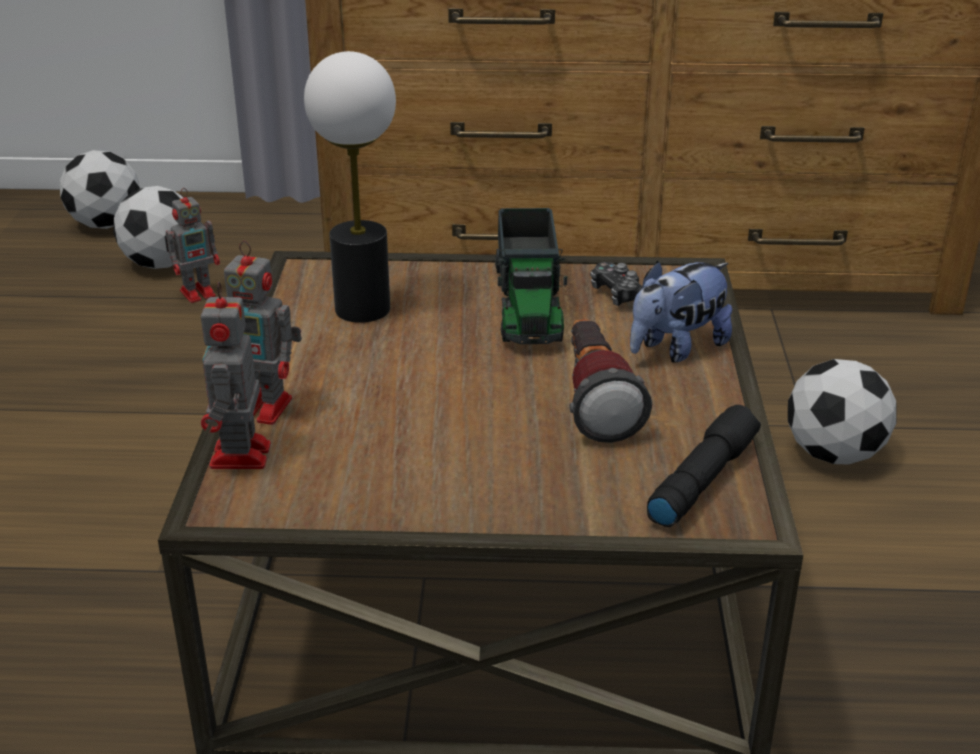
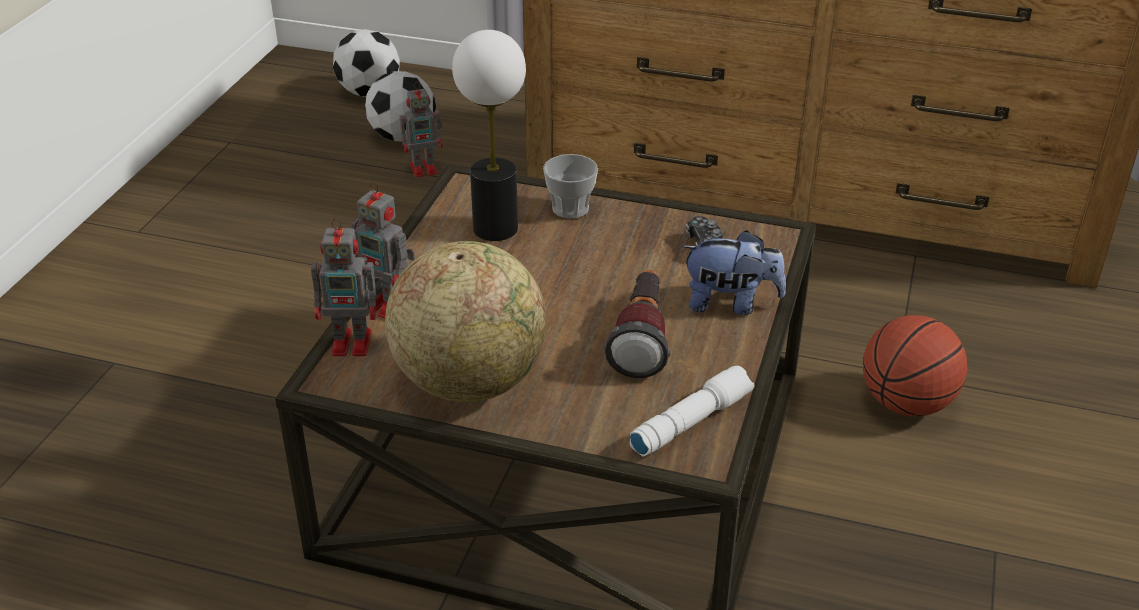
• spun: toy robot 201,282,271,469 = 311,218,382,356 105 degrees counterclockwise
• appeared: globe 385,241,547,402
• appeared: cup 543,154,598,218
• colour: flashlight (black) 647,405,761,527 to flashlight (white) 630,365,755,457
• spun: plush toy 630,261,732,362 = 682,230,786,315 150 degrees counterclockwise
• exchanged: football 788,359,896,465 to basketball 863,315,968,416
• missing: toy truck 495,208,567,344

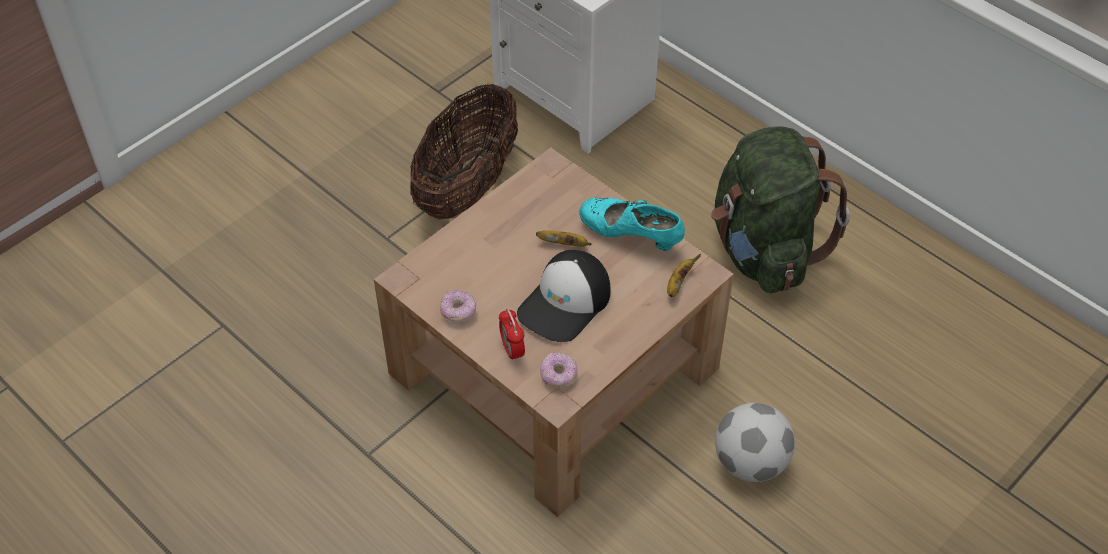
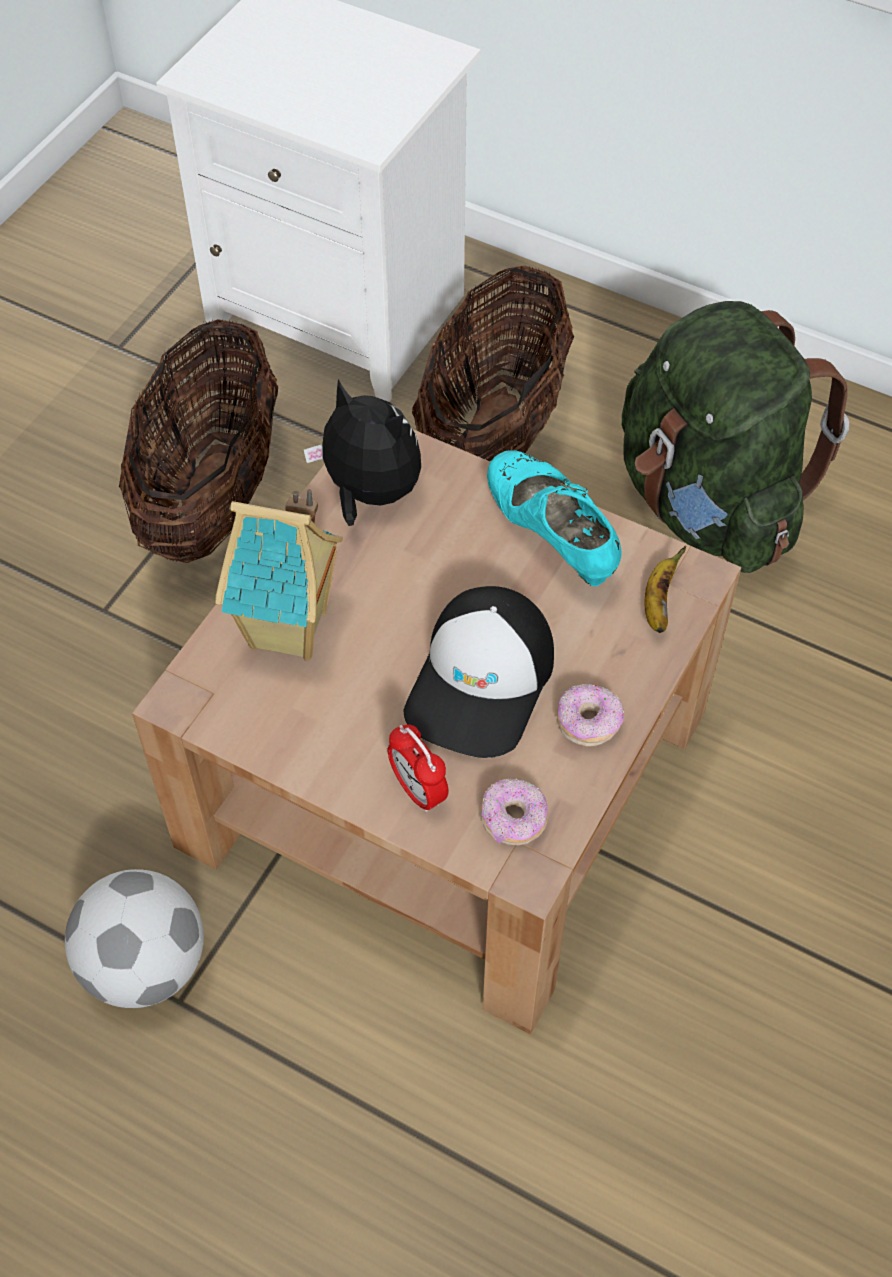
• relocated: football 715,403,795,482 to 65,869,204,1008
• appeared: toy house 215,489,343,660
• appeared: plush toy 304,380,421,526
• appeared: basket 412,265,574,462
• spun: shoe (turquoise) 579,198,685,251 = 487,450,622,586 45 degrees clockwise
• relocated: donut 440,290,476,323 to 557,684,624,747
• missing: banana 536,230,592,247

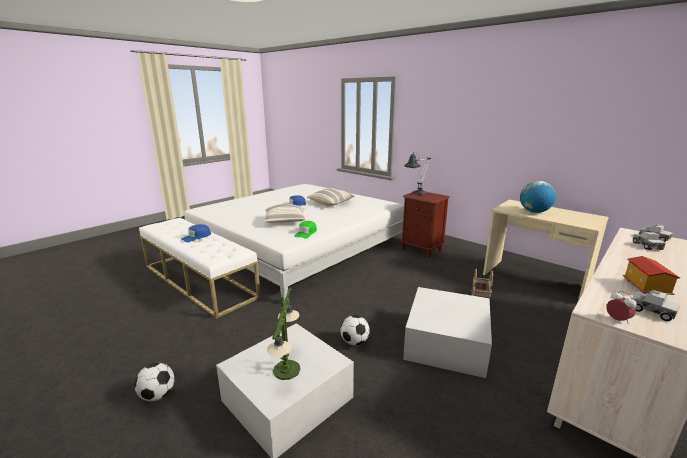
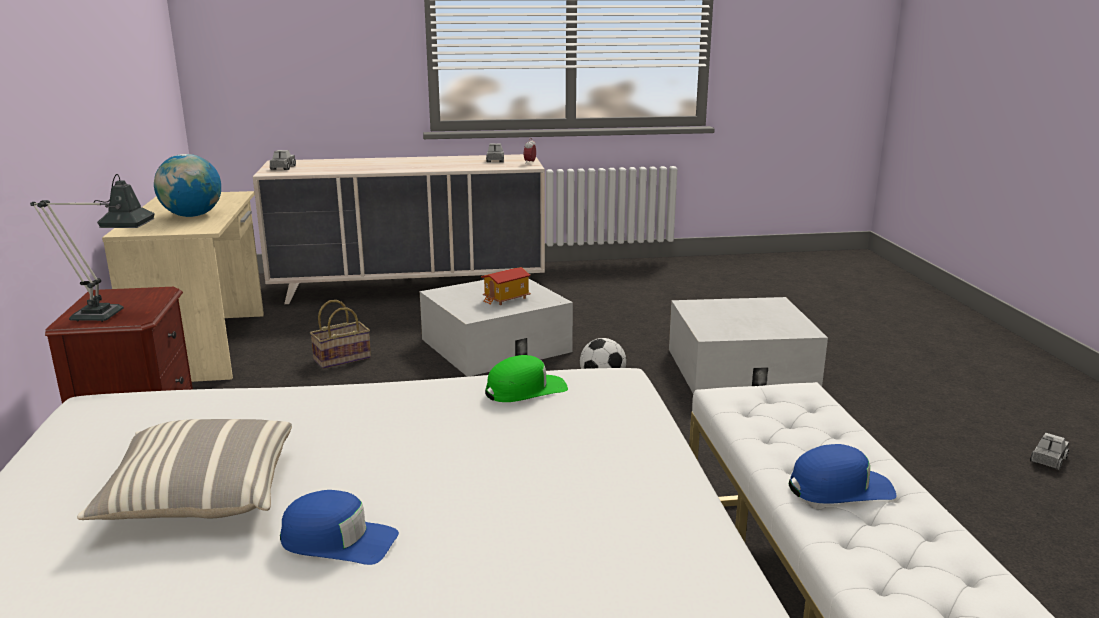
• relocated: toy house 622,256,680,297 to 481,267,531,305
• relocated: toy truck 633,232,666,250 to 1030,433,1069,470
• missing: football 135,363,175,401
• missing: pillow 264,204,306,223
• missing: table lamp 267,287,300,380

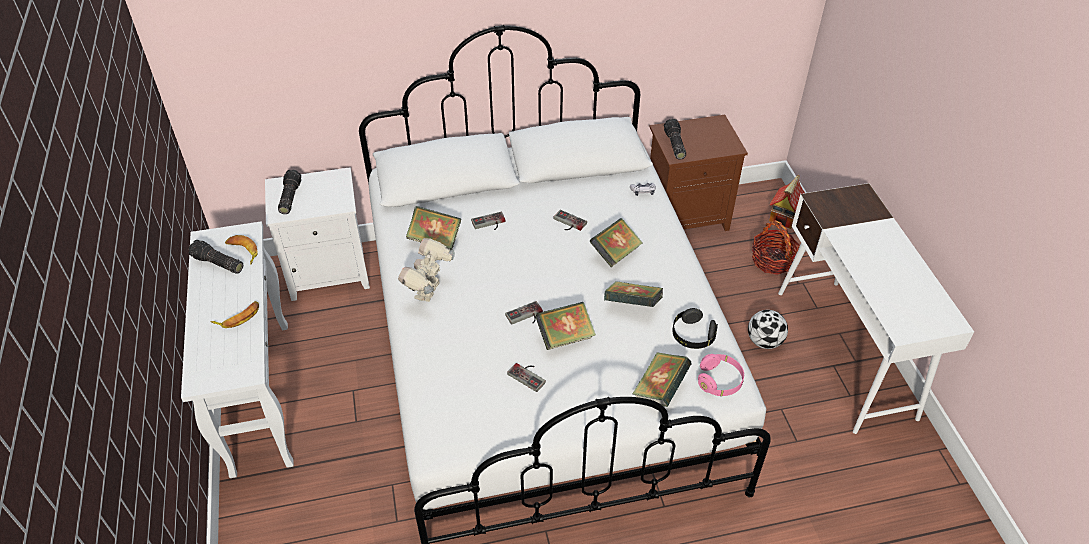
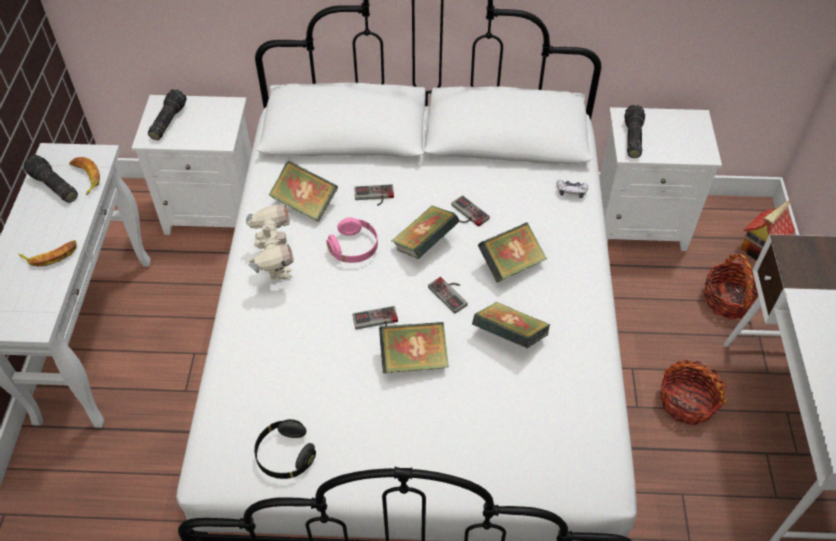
• spun: toy robot 398,238,455,302 = 246,204,294,280 135 degrees clockwise
• relocated: headphones (black) 672,308,718,349 to 254,419,316,479
• relocated: headphones (pink) 698,354,744,396 to 326,217,378,263
• relocated: book 633,353,692,407 to 392,206,460,259
• relocated: game controller 507,363,546,392 to 428,277,468,314
• colour: nightstand (brown) 649,115,748,231 to nightstand (white) 599,107,722,251
• exchanged: football 748,310,788,349 to basket 660,360,727,426

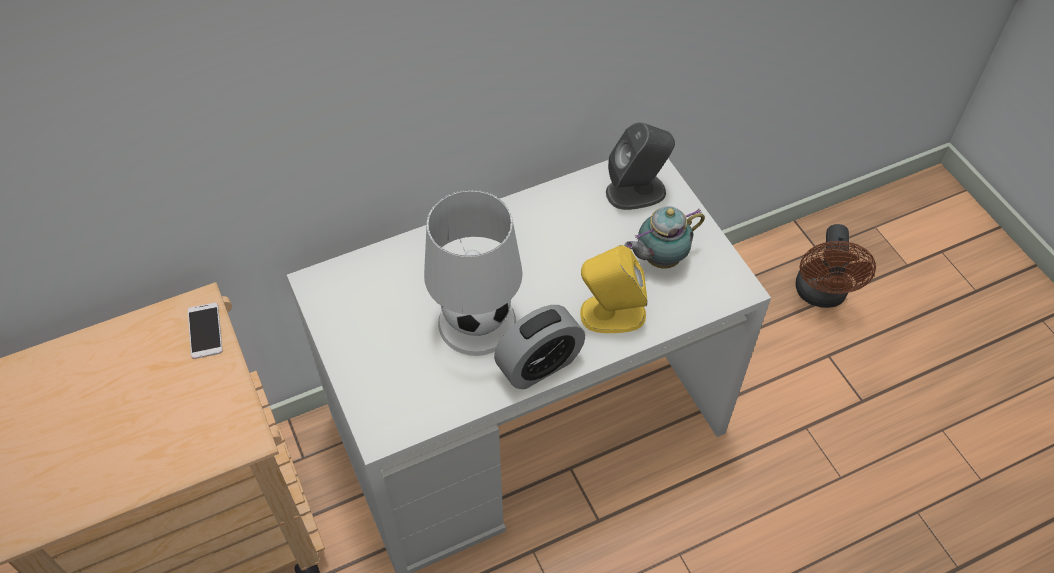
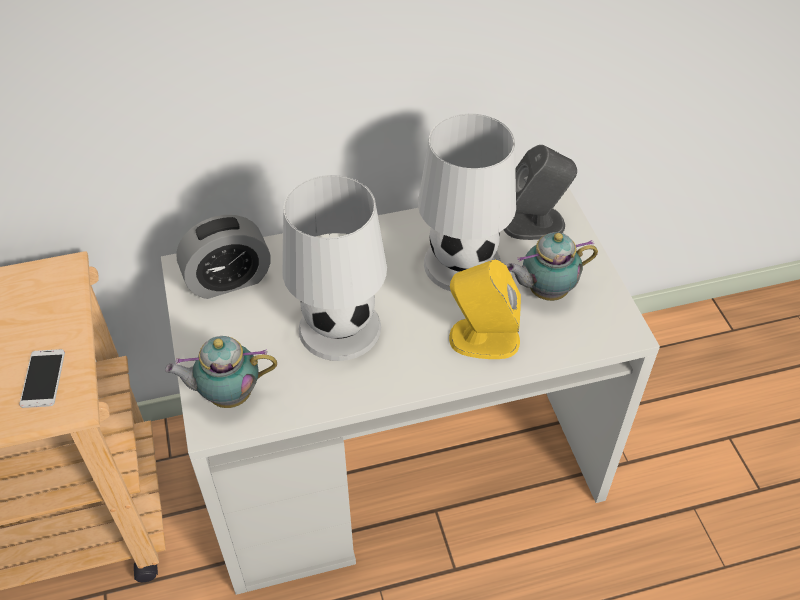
• relocated: phone 188,303,223,359 to 19,349,65,408
• appeared: teapot 165,336,277,408
• relocated: alarm clock 494,305,585,389 to 176,215,271,299
• appeared: table lamp (white) 418,114,516,291
• missing: fan (brown) 796,224,876,308

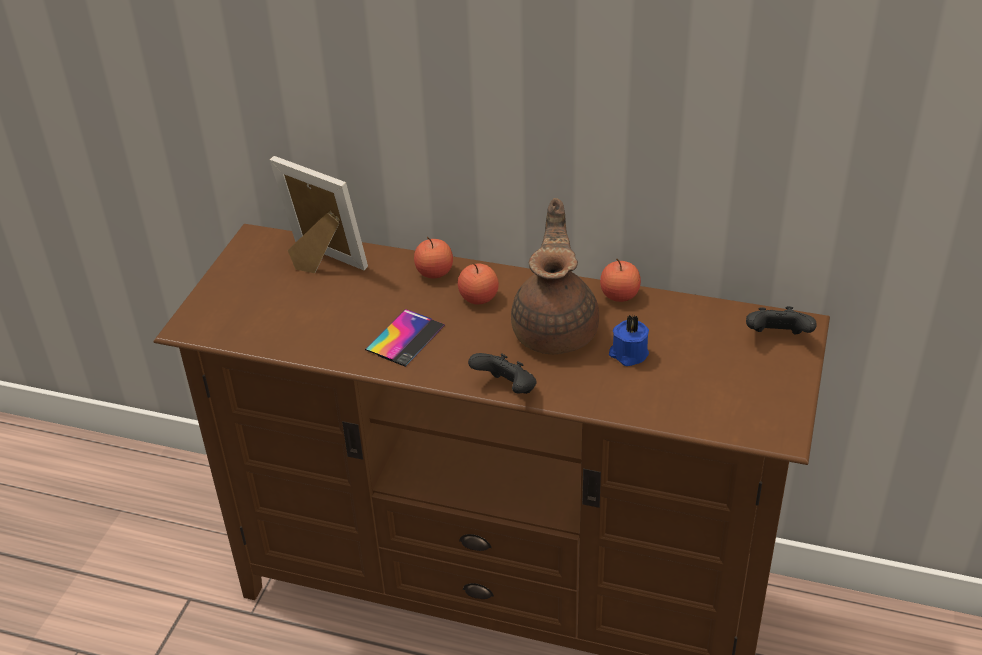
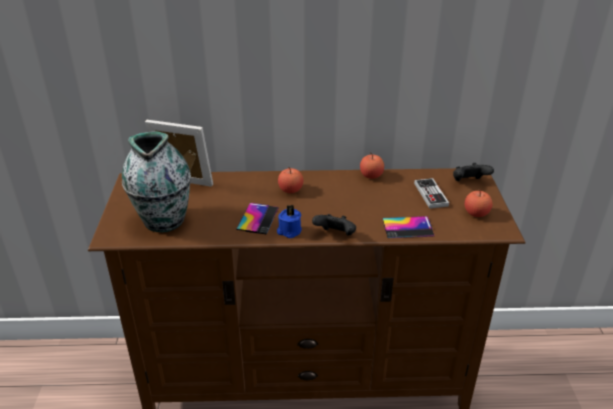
• appeared: vase 122,131,191,232
• relocated: candle (blue) 609,315,649,366 to 277,205,302,238
• appeared: phone 382,216,434,238
• appeared: game controller 414,178,449,209
• relocated: apple 414,237,453,278 to 465,190,492,217
• missing: teapot (brown) 511,198,599,354

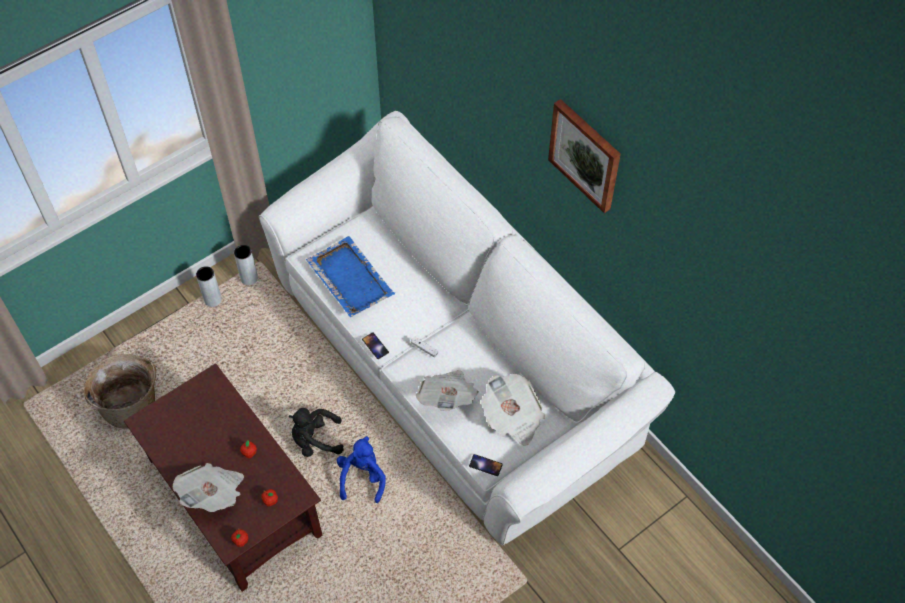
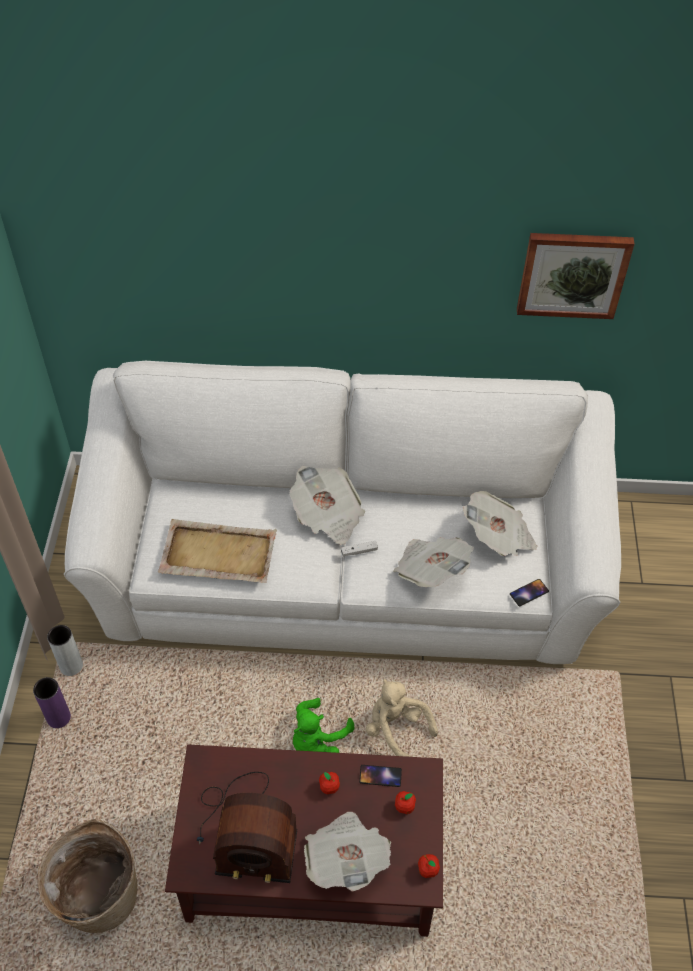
• colour: vase (grey) 196,266,222,307 to vase (purple) 33,677,71,728
• colour: tray (blue) 306,236,395,317 to tray (beige) 158,519,277,583
• appeared: radio 197,772,297,883
• appeared: newspaper 289,466,365,545
• colour: plush toy (black) 289,408,344,457 to plush toy (green) 293,698,354,753
• relocated: phone 362,332,389,359 to 359,765,402,787
• colour: plush toy (blue) 337,436,386,503 to plush toy (beige) 366,679,438,757
• relocated: picture 548,99,621,213 to 517,233,635,319

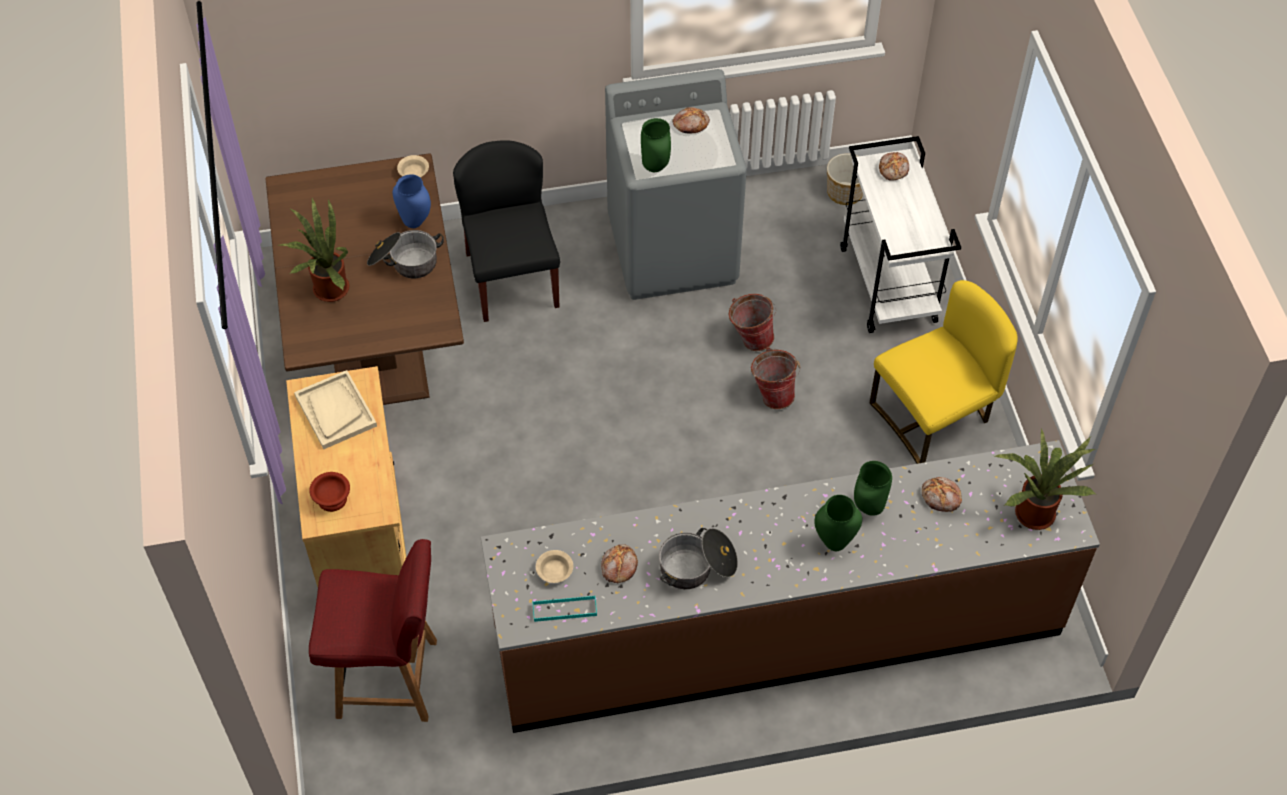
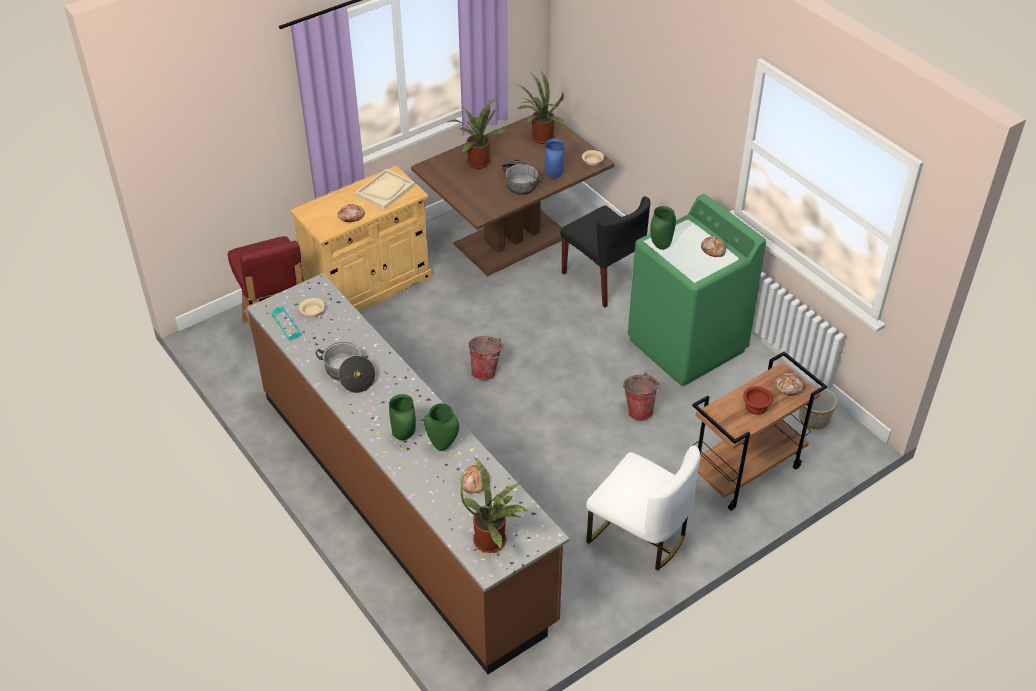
• relocated: bread 601,544,638,583 to 338,204,365,222
• relocated: bucket 751,348,801,409 to 469,336,504,380
• appeared: potted plant 516,70,564,144
• spun: chair (black) 453,140,560,322 = 560,197,650,308 90 degrees clockwise
• colour: chair (yellow) 870,280,1018,464 to chair (white) 586,445,700,571
• colour: washing machine (grey) 605,69,747,300 to washing machine (green) 628,194,766,386
• colour: cart (white) 840,136,961,333 to cart (brown) 692,351,827,511
• relocated: bowl (brown) 309,472,350,512 to 743,386,773,415

